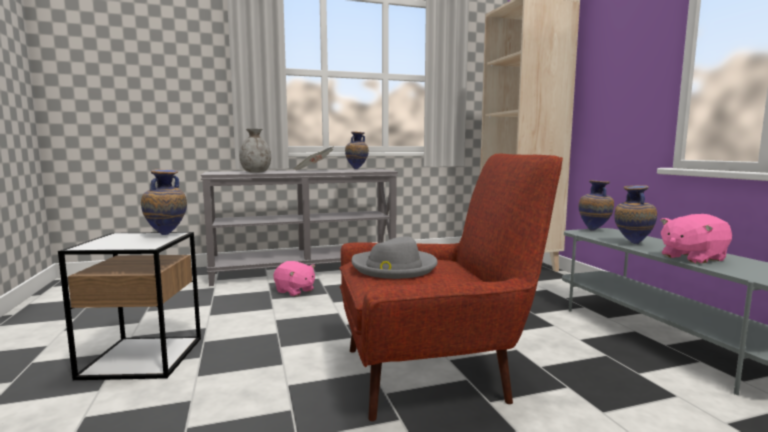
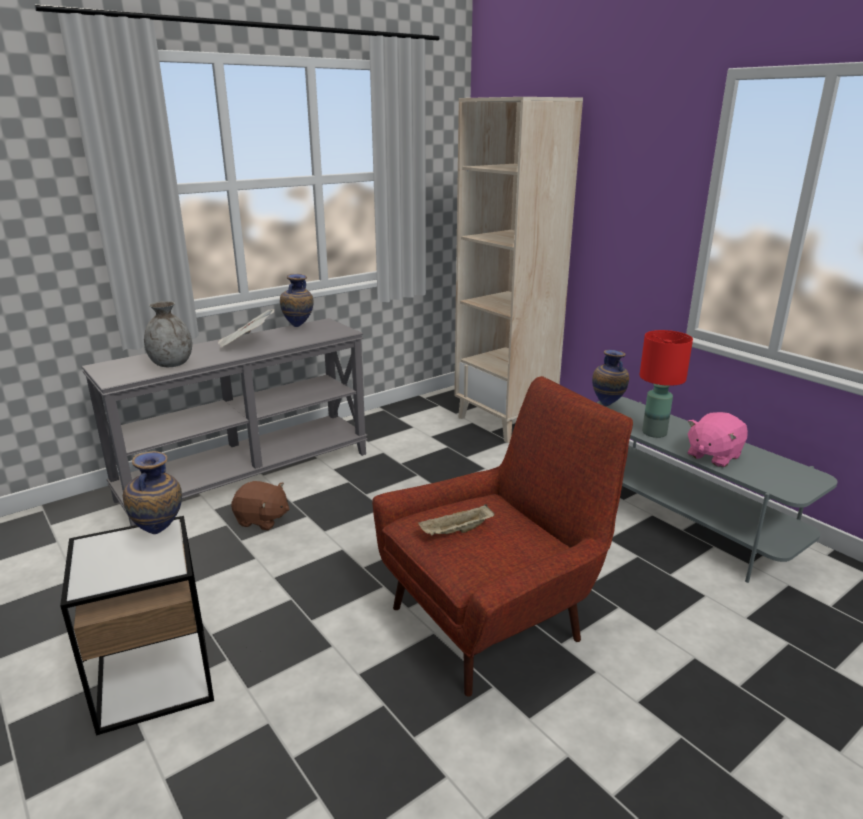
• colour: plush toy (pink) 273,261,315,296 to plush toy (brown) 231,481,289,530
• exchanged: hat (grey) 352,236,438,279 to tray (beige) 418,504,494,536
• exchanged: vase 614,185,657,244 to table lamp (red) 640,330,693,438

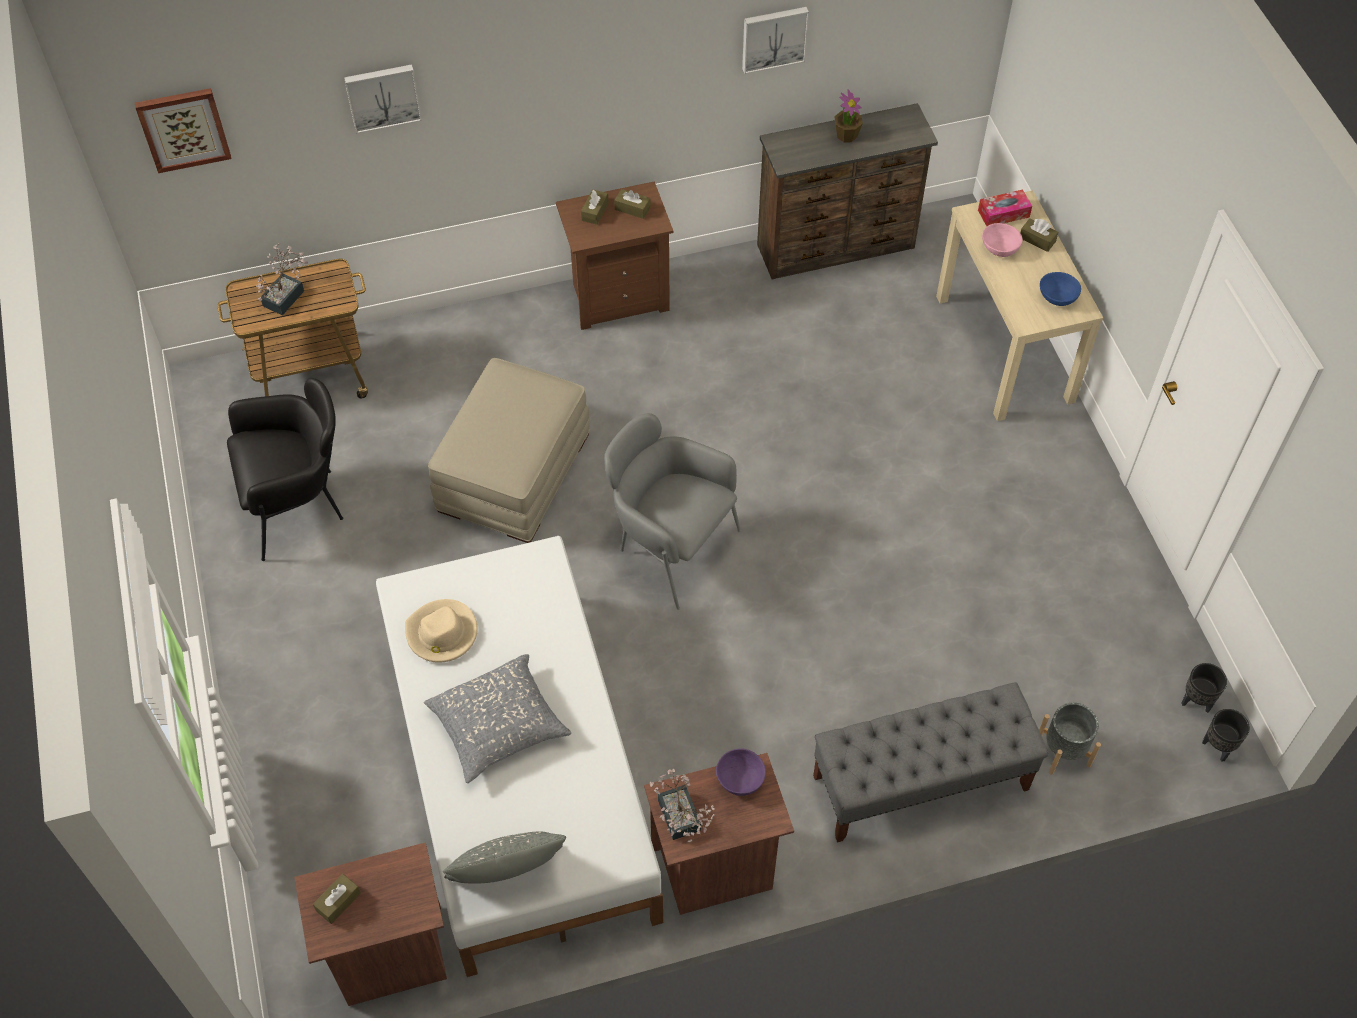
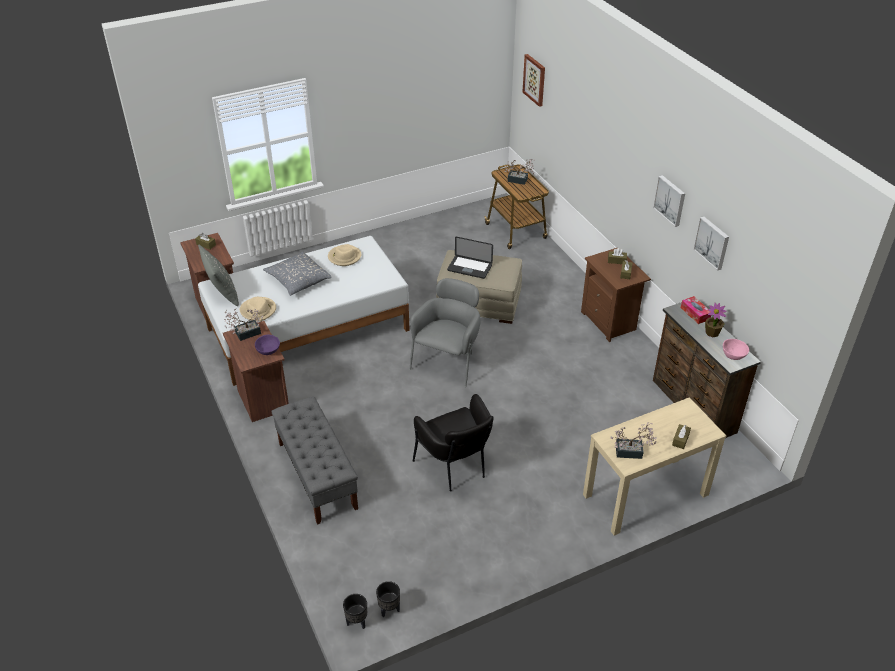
• appeared: hat (beige) 240,297,276,321
• relocated: armchair (black) 227,378,343,561 to 412,394,494,492
• appeared: laptop 447,237,493,279
• exchanged: bowl (blue) 1040,272,1081,306 to potted plant 611,422,656,459
• relocated: picture 344,64,422,134 to 653,175,685,227
• relocated: tissue box 978,189,1032,226 to 681,296,711,324
• relocated: bowl (pink) 982,223,1023,257 to 723,339,749,360
• missing: planter (grey) 1039,703,1101,775

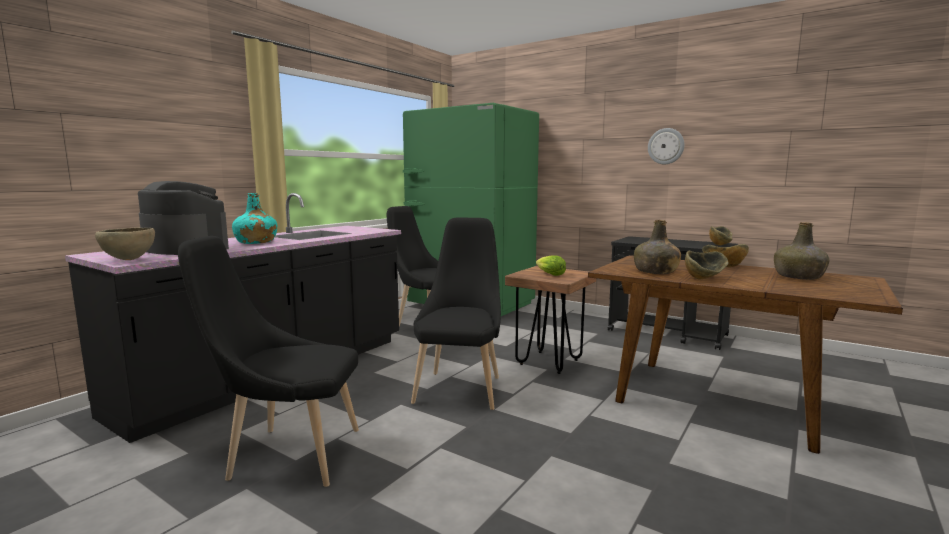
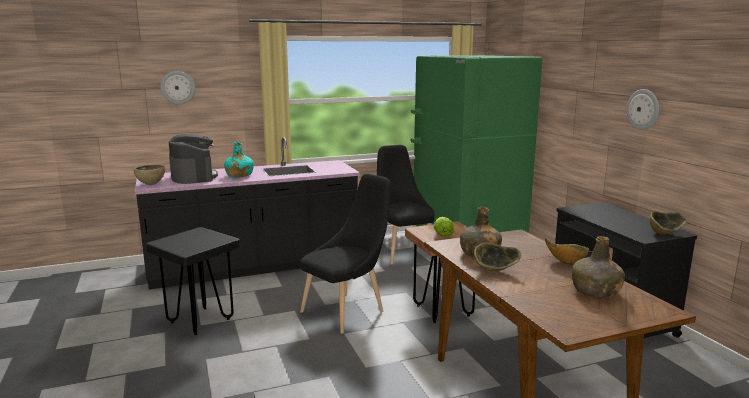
• exchanged: chair (black) 178,236,359,487 to stool (black) 146,227,240,335
• appeared: wall clock 160,71,196,105

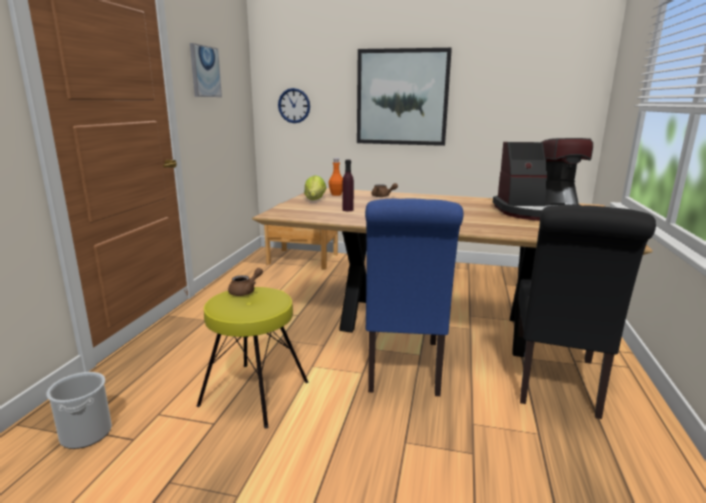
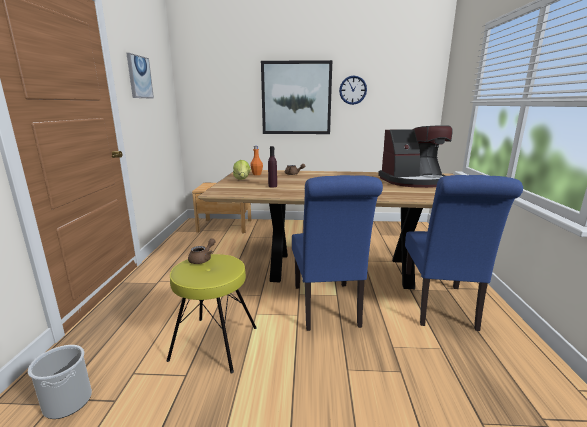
• relocated: wall clock 278,88,310,123 to 339,76,367,105
• colour: chair (black) 518,205,656,419 to chair (blue) 405,175,523,331

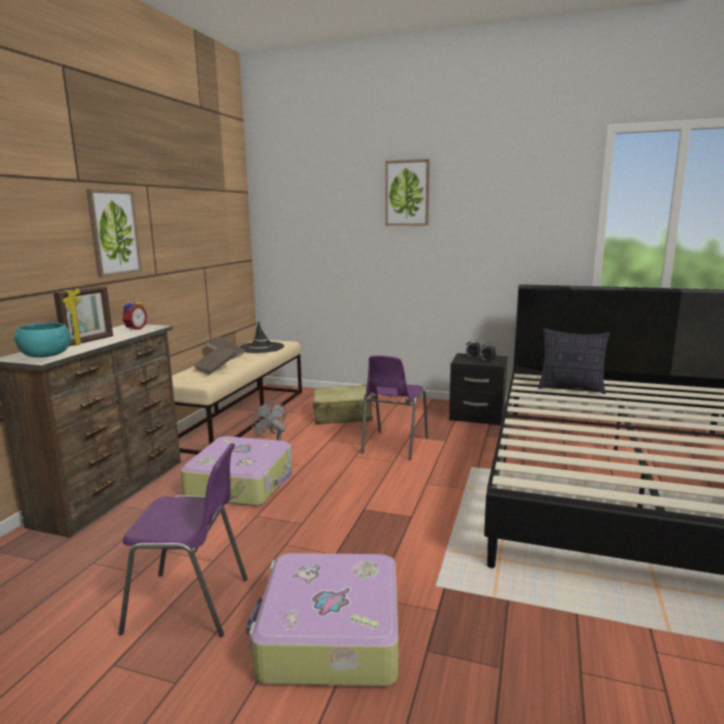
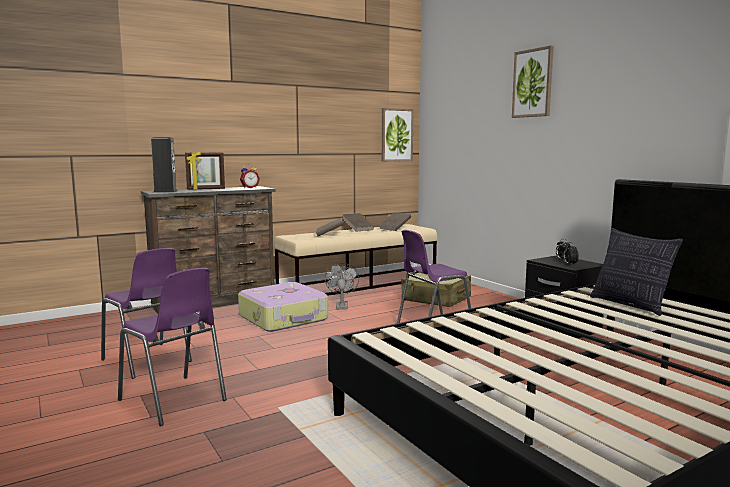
• exchanged: suitcase 246,553,398,686 to chair (purple) 118,268,227,426
• exchanged: bowl (turquoise) 14,322,71,358 to speaker 151,137,178,192
• exchanged: hat (black) 240,321,284,353 to book (brown) 379,212,411,231
• relocated: picture 86,189,142,278 to 382,108,414,162

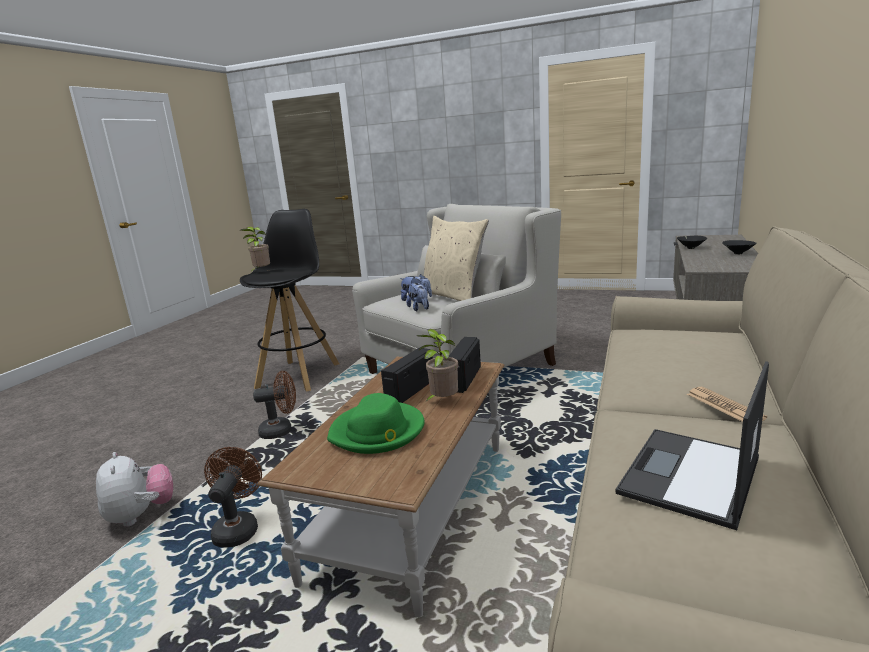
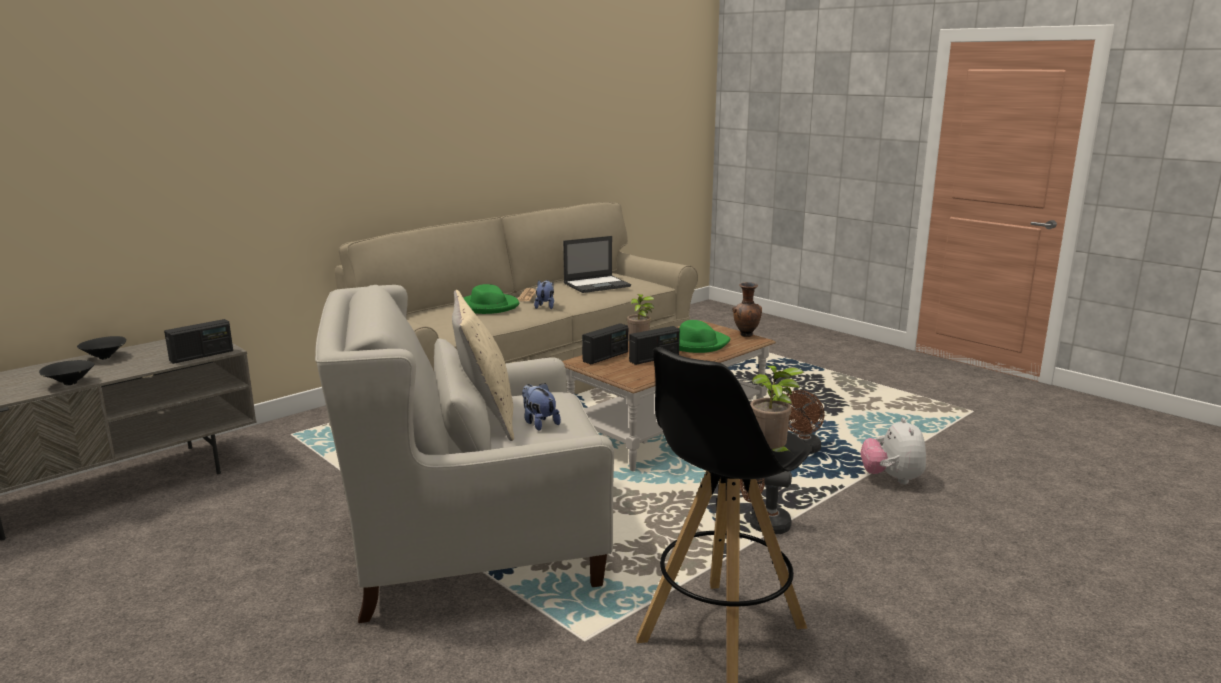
• appeared: radio 164,319,233,364
• appeared: hat (green) 463,284,519,314
• relocated: plush toy 406,283,429,311 to 534,280,554,309
• appeared: vase (brown) 732,282,762,337

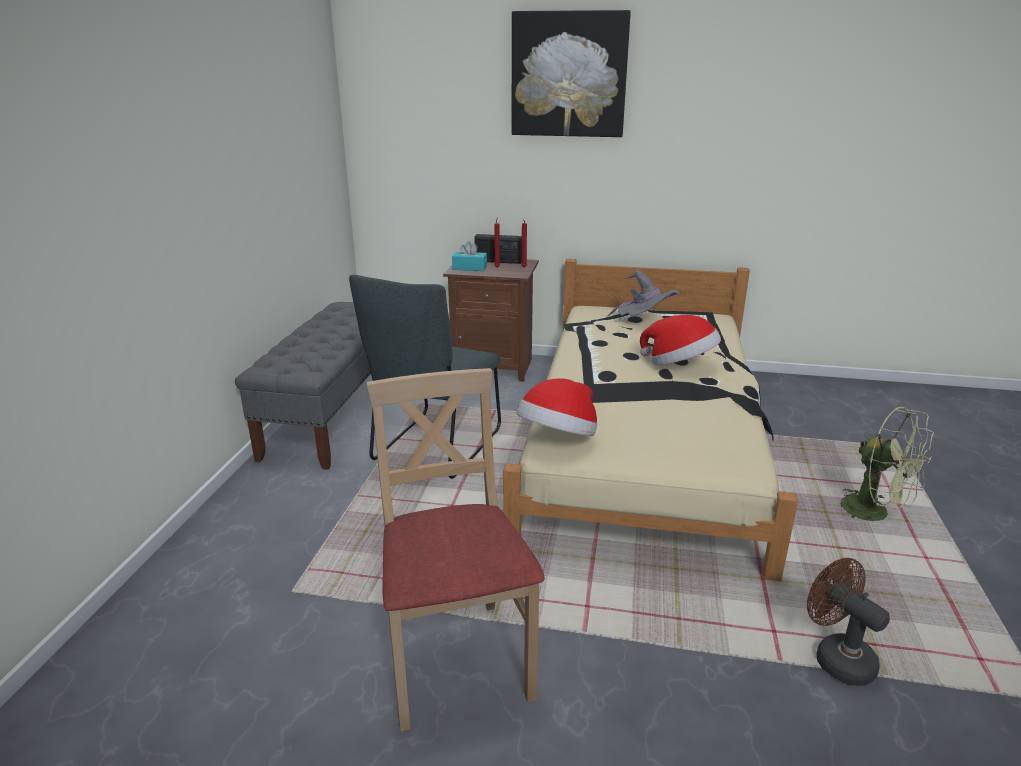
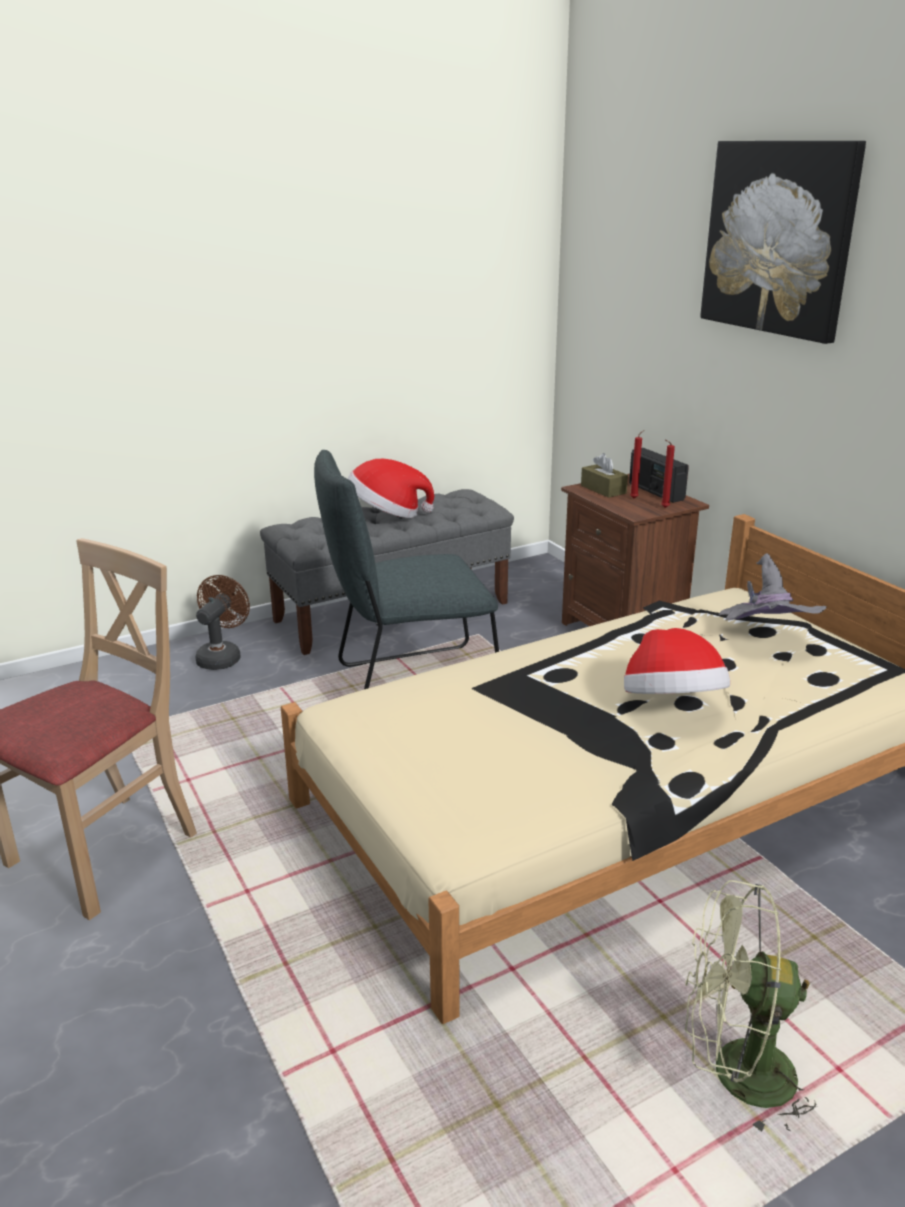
• relocated: fan (brown) 807,558,890,686 to 195,575,250,670
• relocated: hat 516,378,597,436 to 347,459,434,518
• colour: tissue box (turquoise) 452,241,487,271 to tissue box (brown) 581,453,628,498
• spun: fan (green) 841,407,934,521 = 685,880,817,1134 90 degrees clockwise

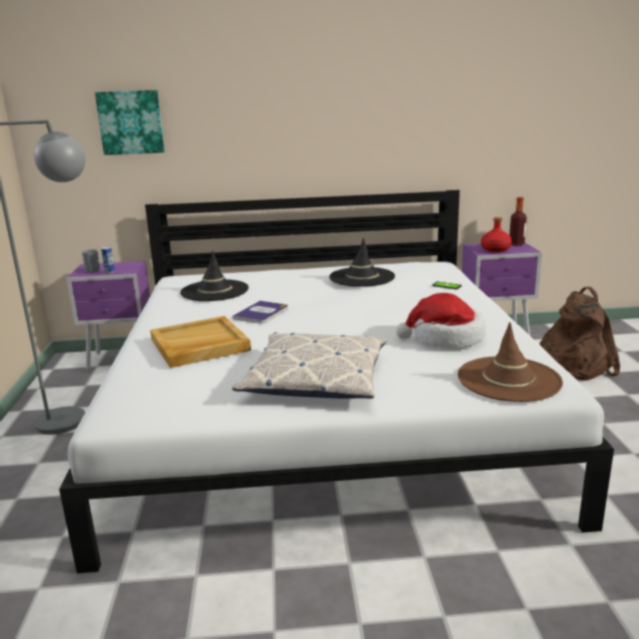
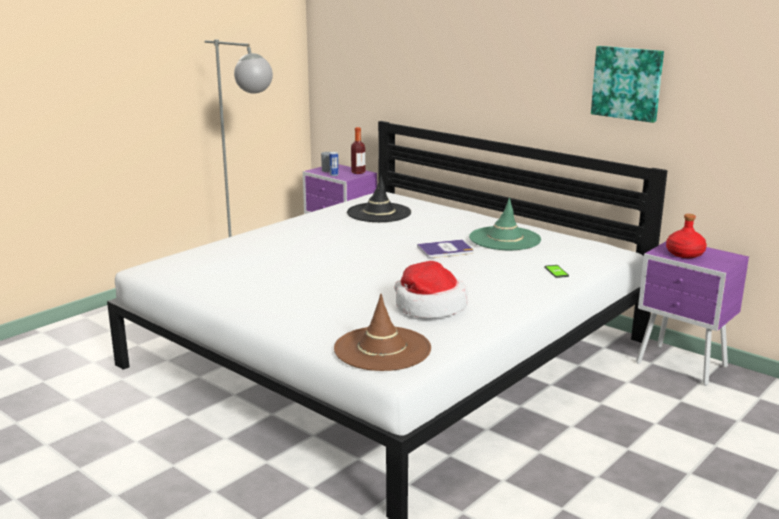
• relocated: bottle 509,197,527,246 to 351,127,365,174
• relocated: book 232,301,288,323 to 417,239,473,258
• colour: hat (black) 329,238,395,287 to hat (green) 469,197,541,250
• relocated: picture 95,90,165,155 to 591,46,664,123
• missing: tray (beige) 150,316,251,368
• missing: pillow 232,332,387,399
• missing: backpack (brown) 539,287,621,380

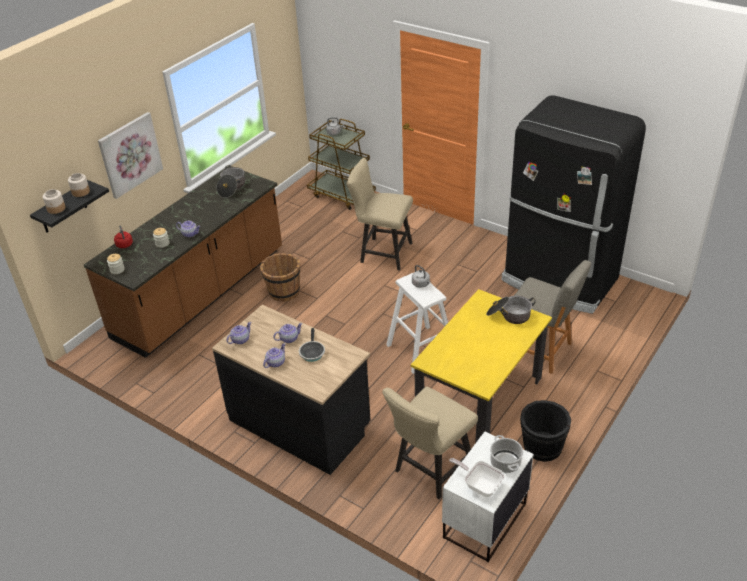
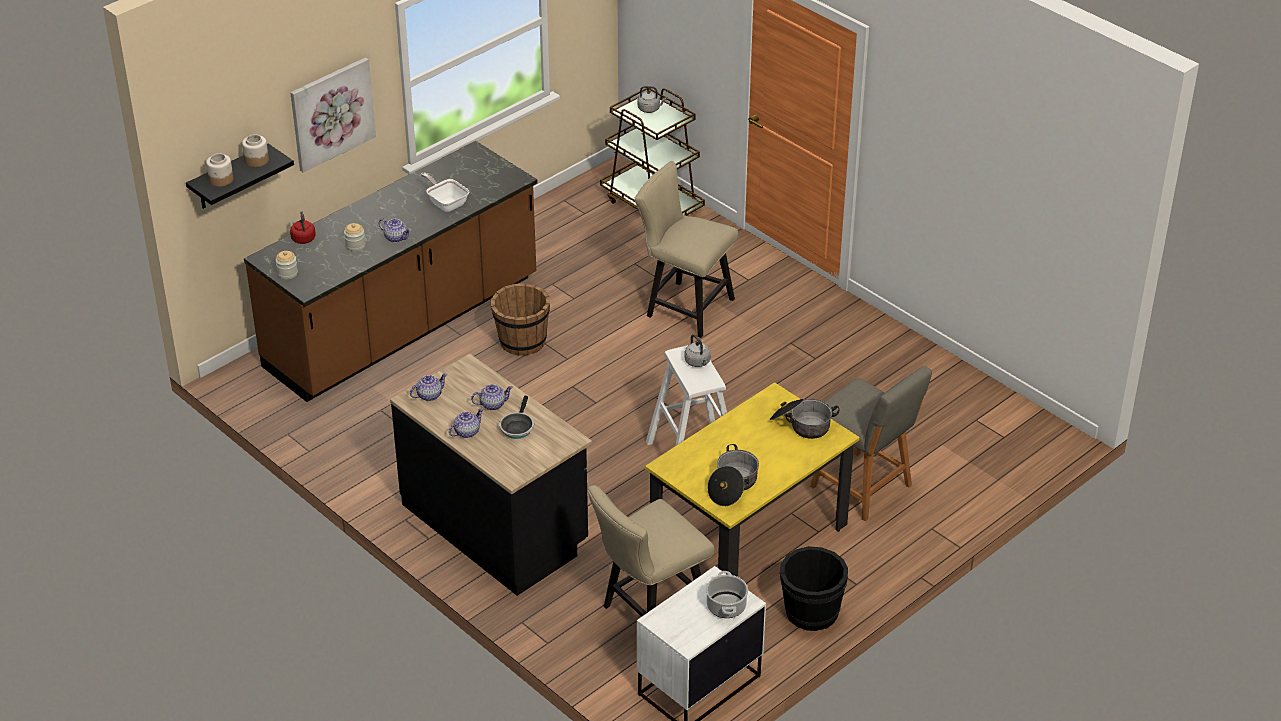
• relocated: frying pan 449,458,505,497 to 420,173,469,212
• relocated: cooking pot 216,165,245,198 to 707,444,759,506
• missing: fridge (black) 501,95,646,314

